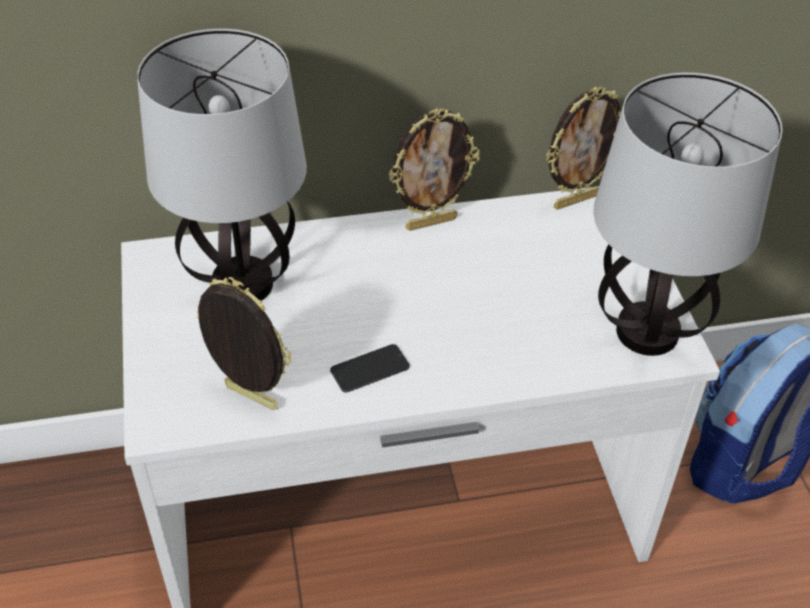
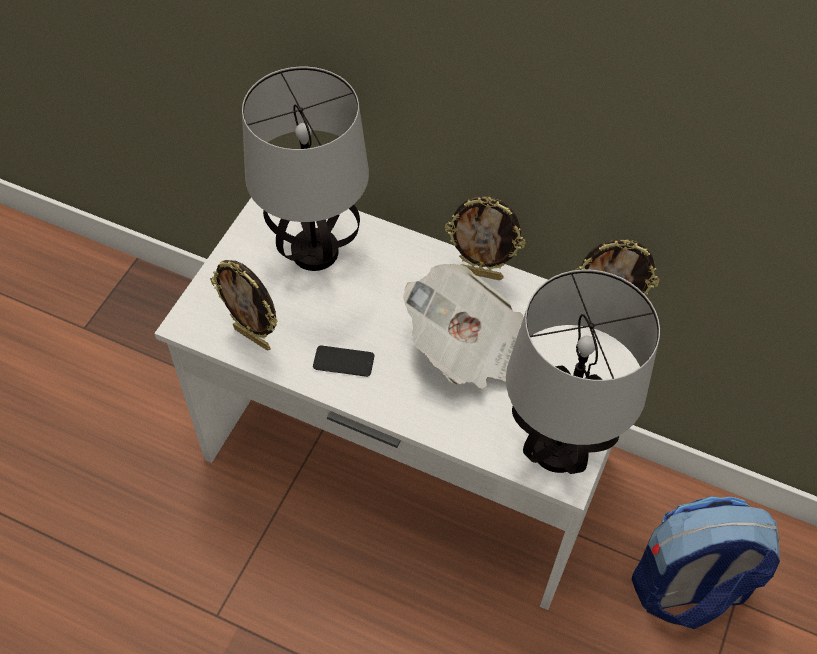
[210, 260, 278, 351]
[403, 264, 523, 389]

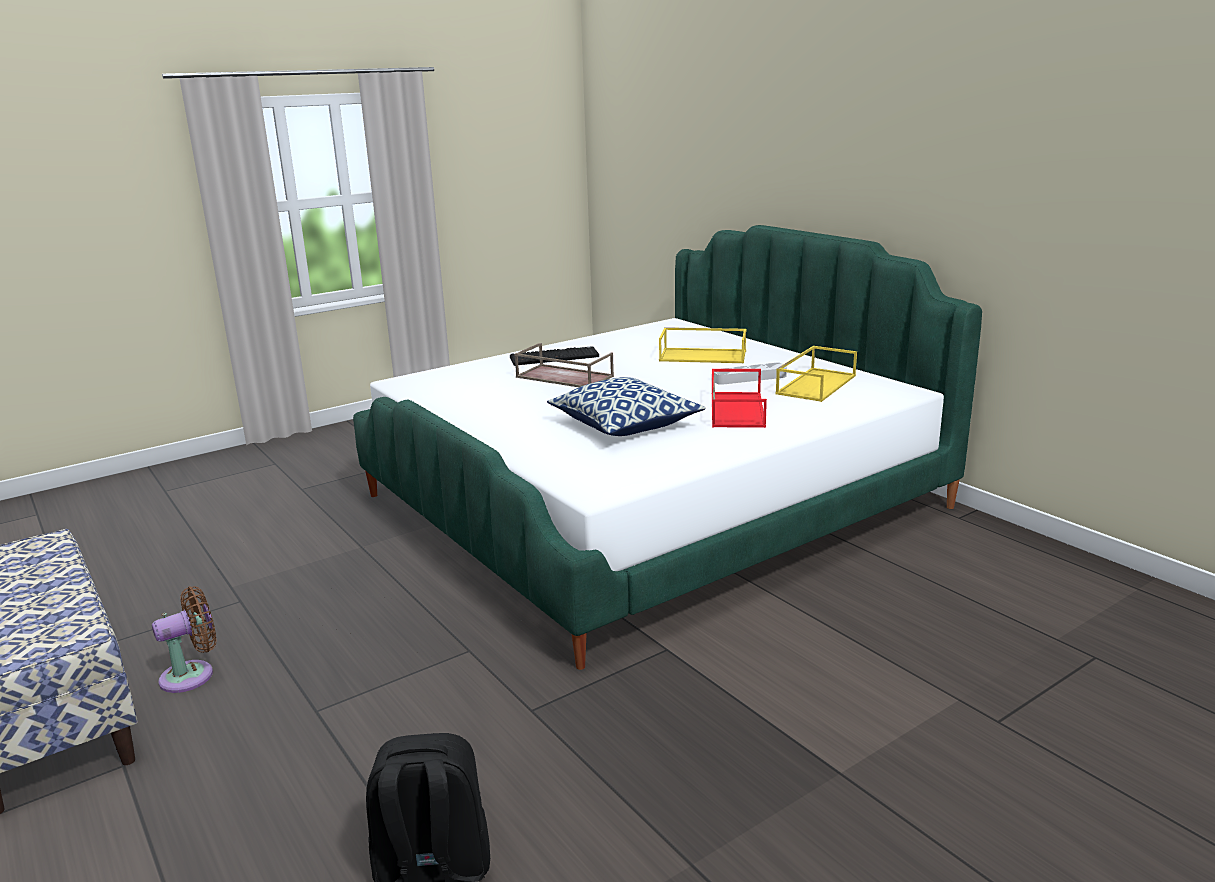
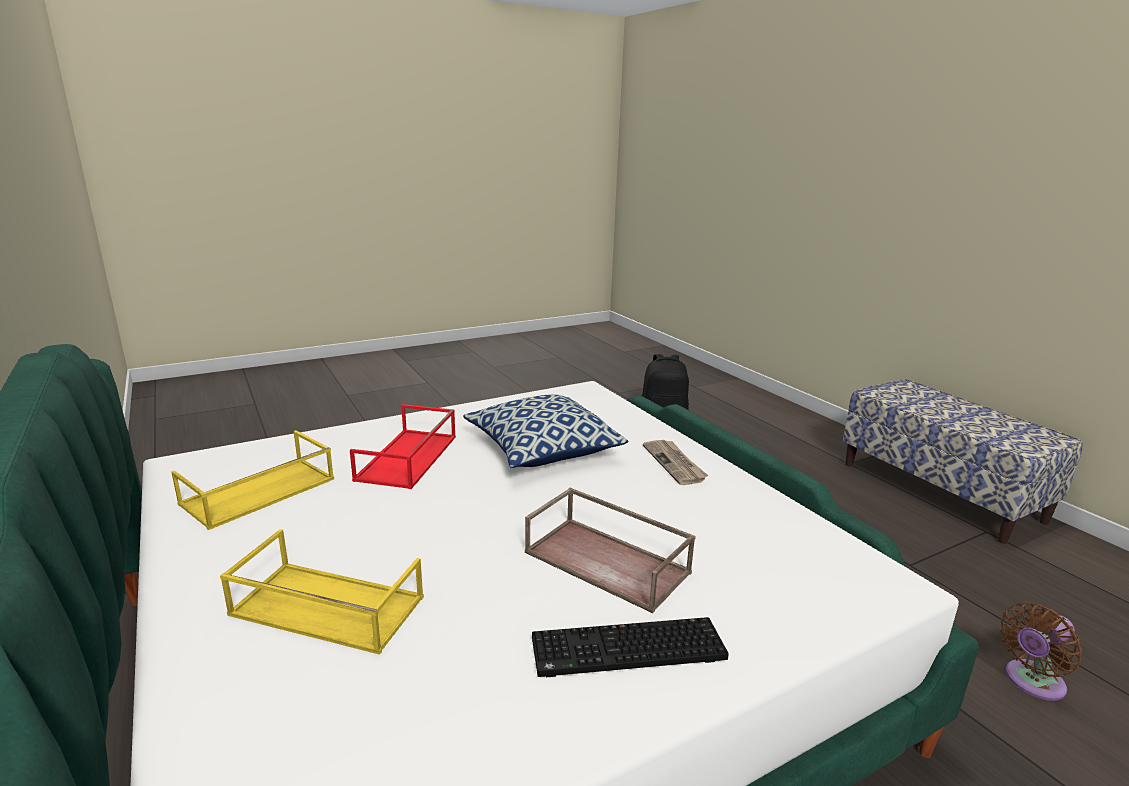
[714, 363, 787, 385] (first image)
[1000, 602, 1082, 701]
[643, 440, 708, 485]

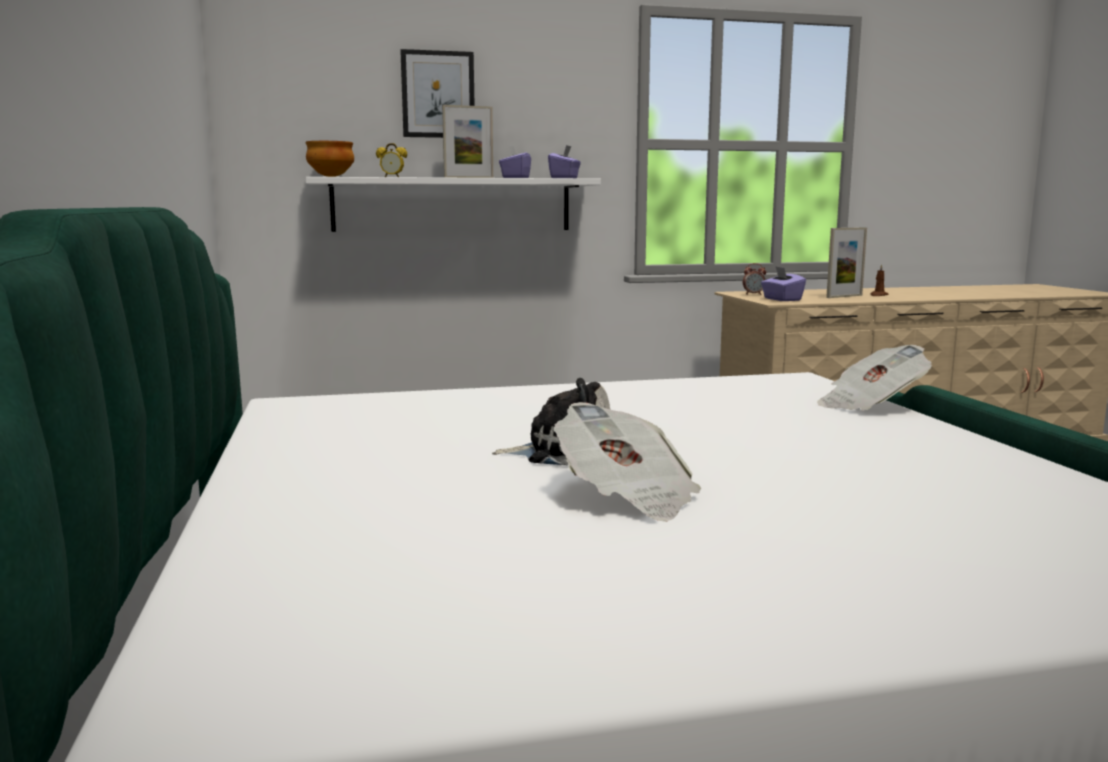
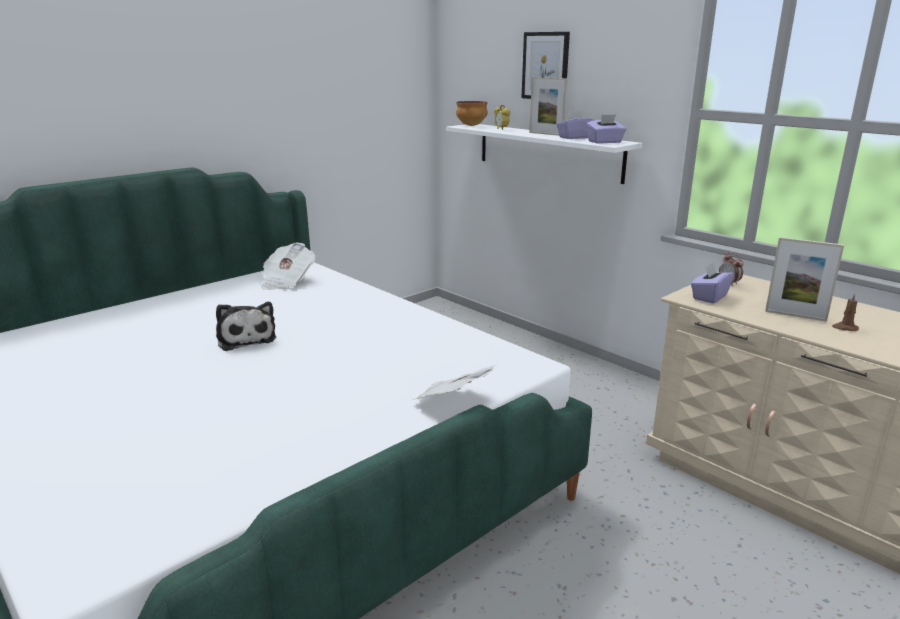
[261, 243, 315, 290]

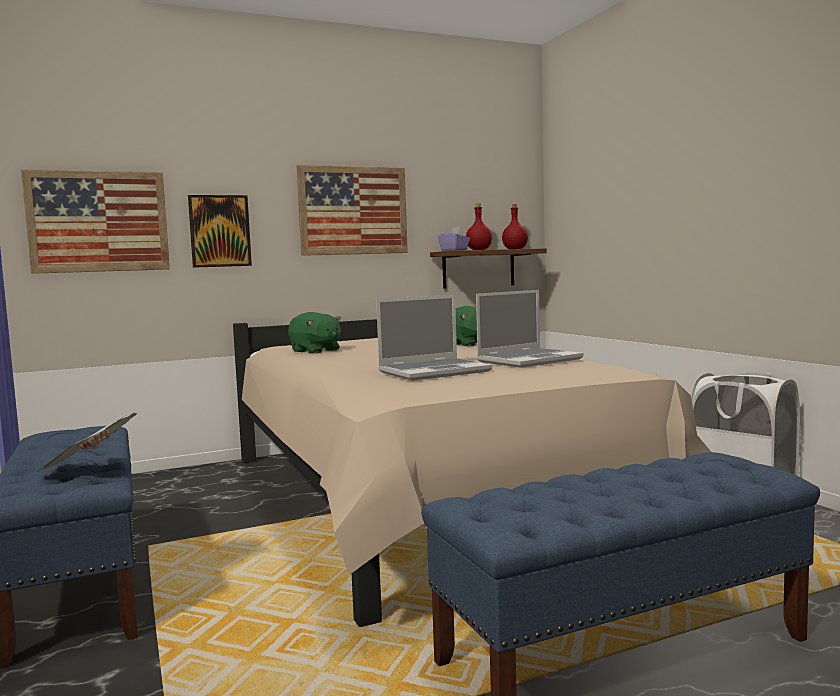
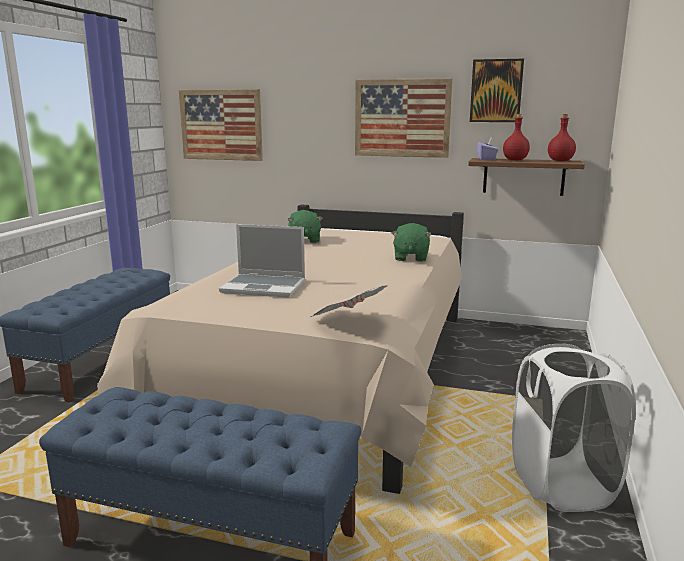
[470, 59, 524, 122]
[476, 290, 584, 368] (first image)
[310, 285, 388, 317]

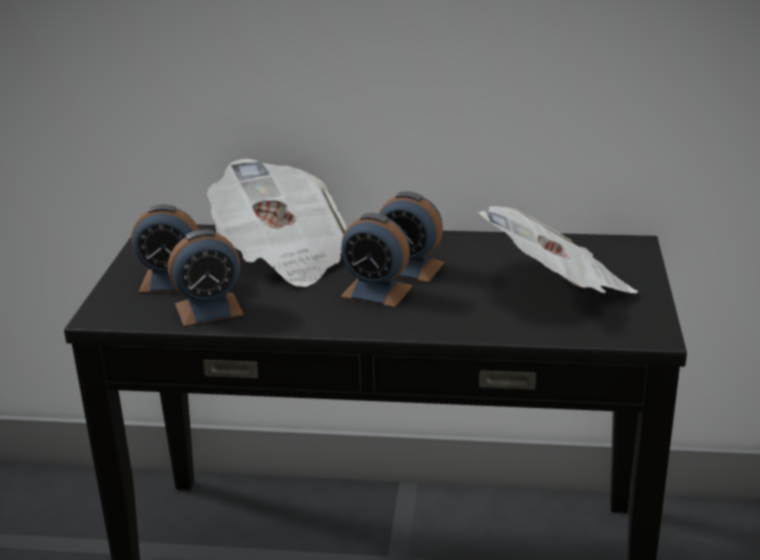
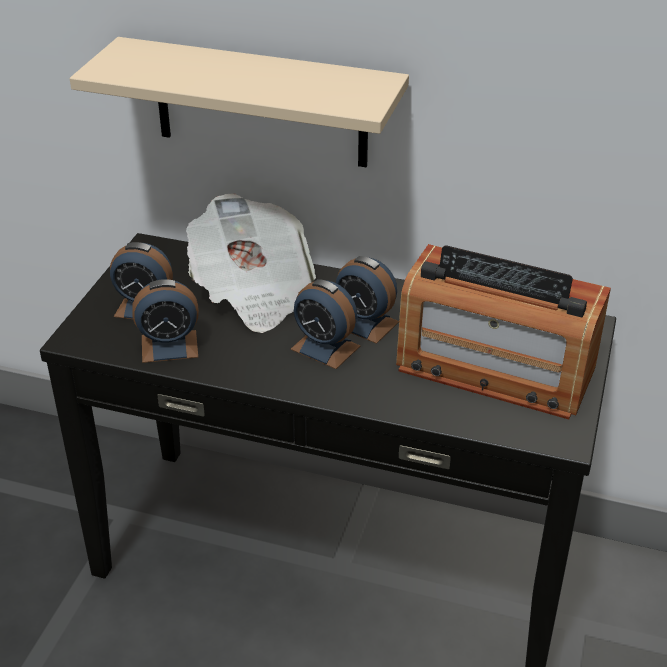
[396, 244, 611, 419]
[70, 37, 409, 167]

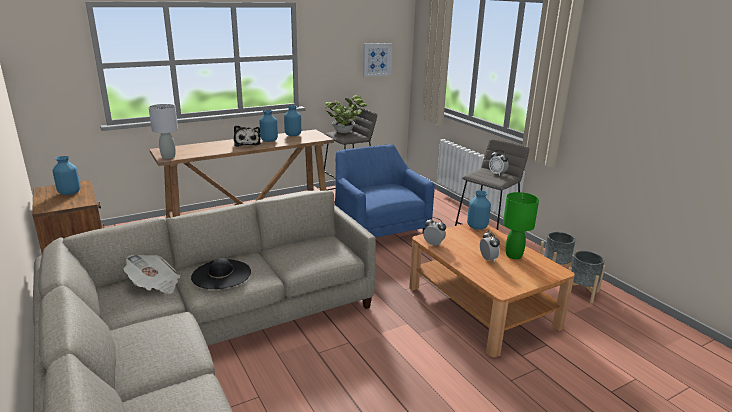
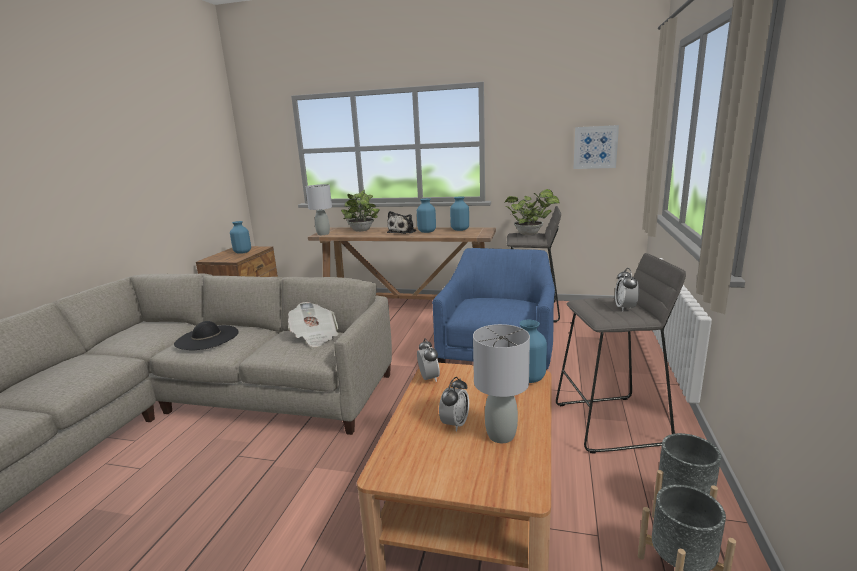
[473, 324, 530, 443]
[288, 302, 339, 347]
[341, 190, 380, 232]

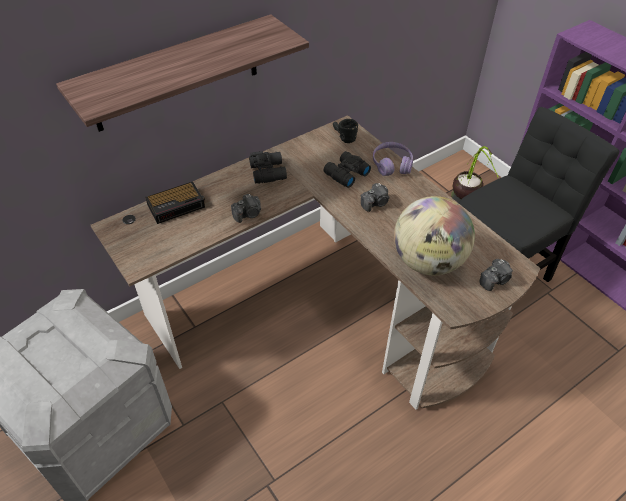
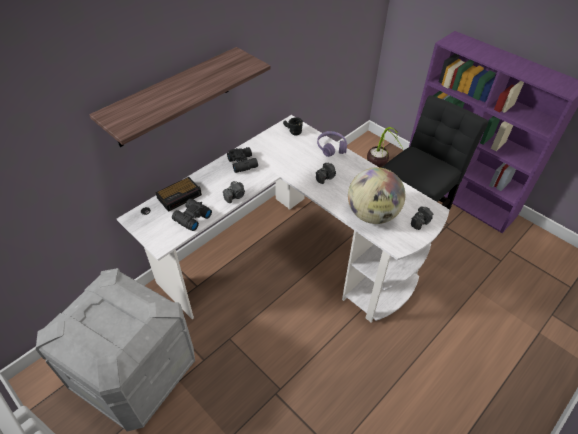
[117, 115, 449, 323]
[172, 199, 212, 231]

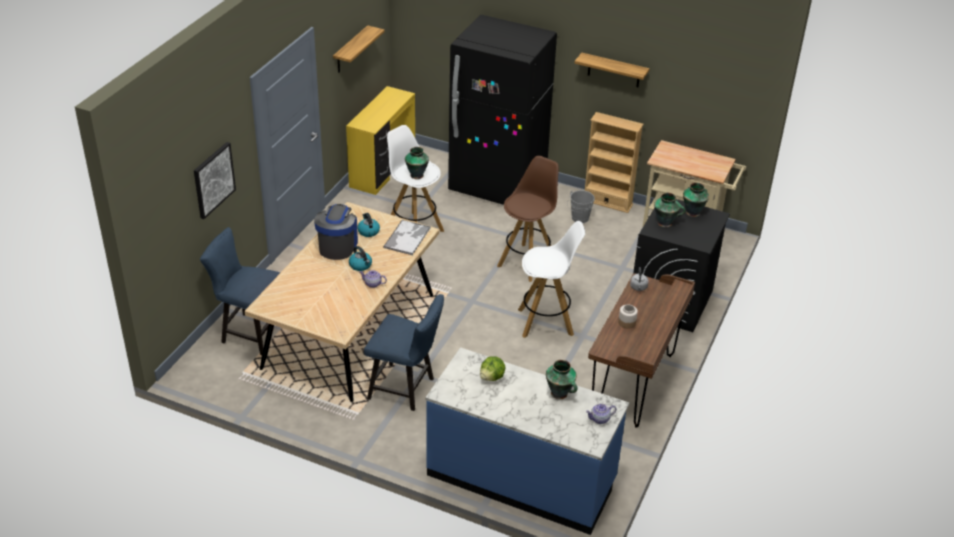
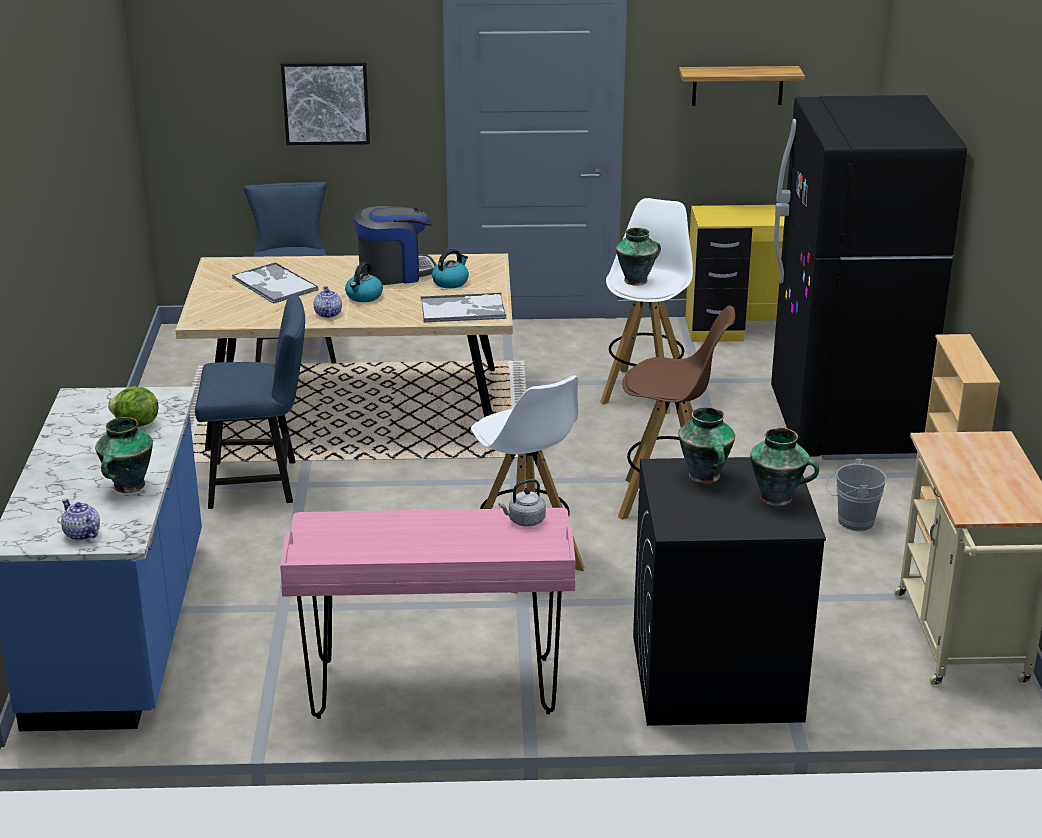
[574, 53, 650, 87] (first image)
[280, 508, 576, 719]
[195, 295, 305, 509]
[618, 305, 638, 329] (first image)
[232, 262, 318, 304]

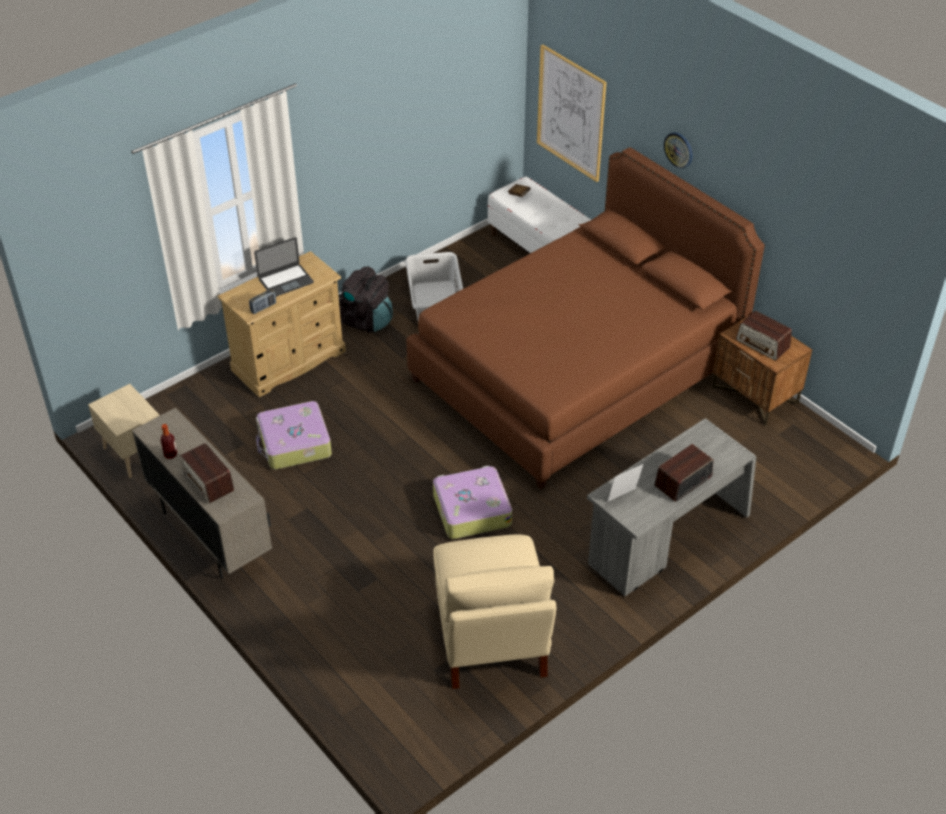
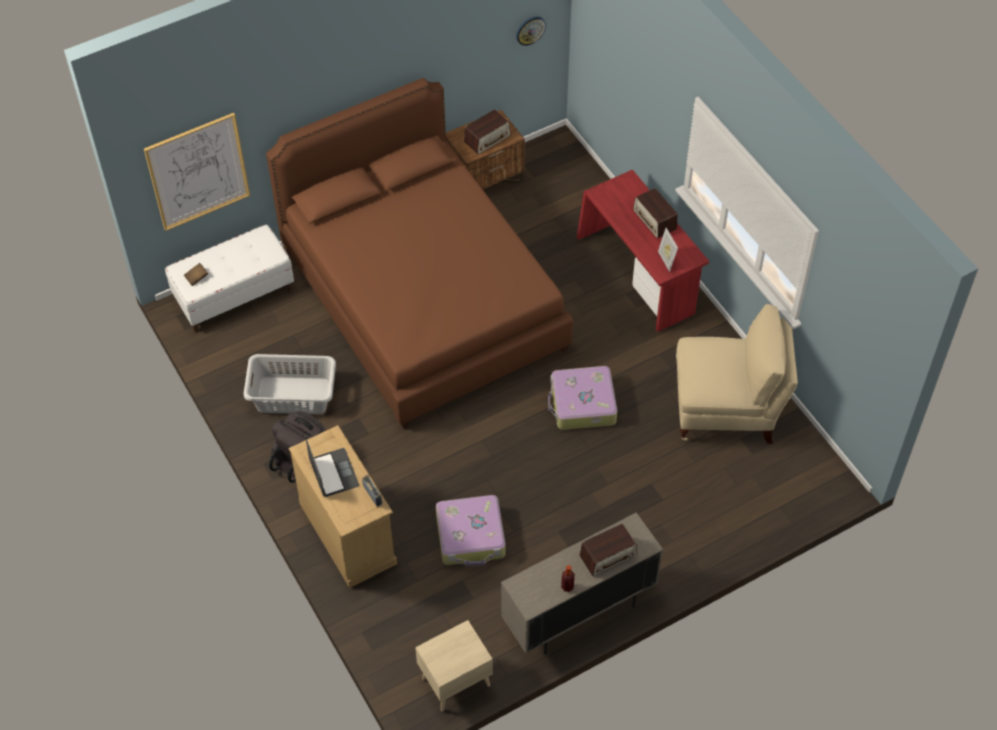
[516, 16, 546, 46]
[576, 170, 709, 332]

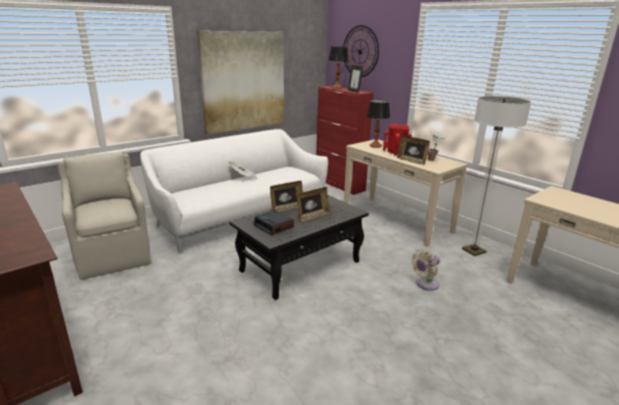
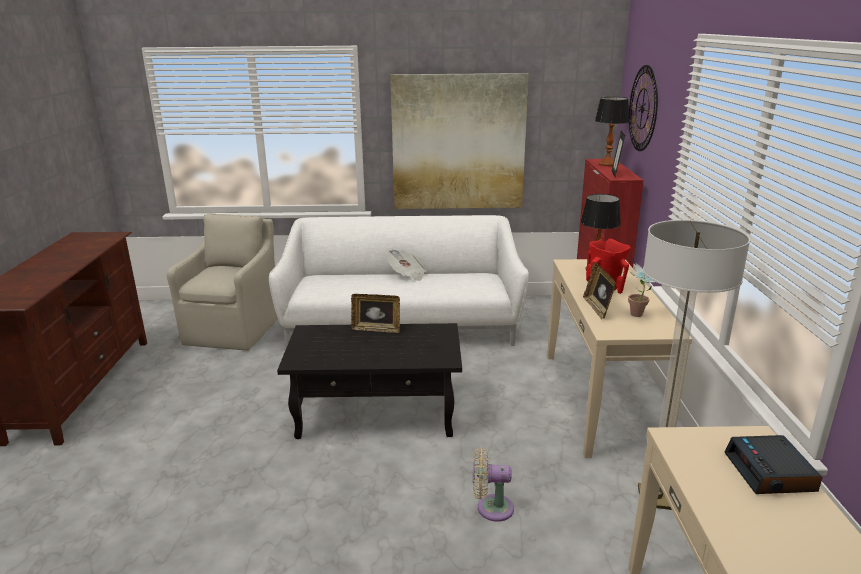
[297, 187, 330, 221] (first image)
[725, 435, 822, 494]

